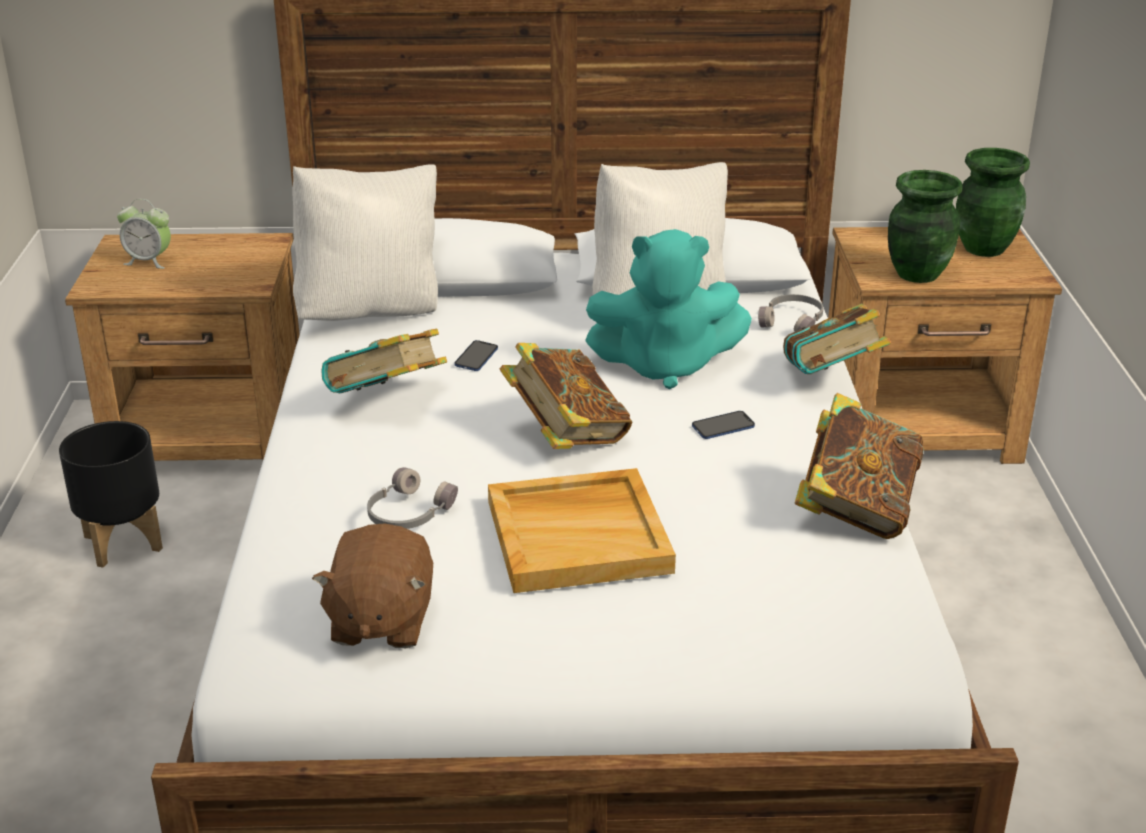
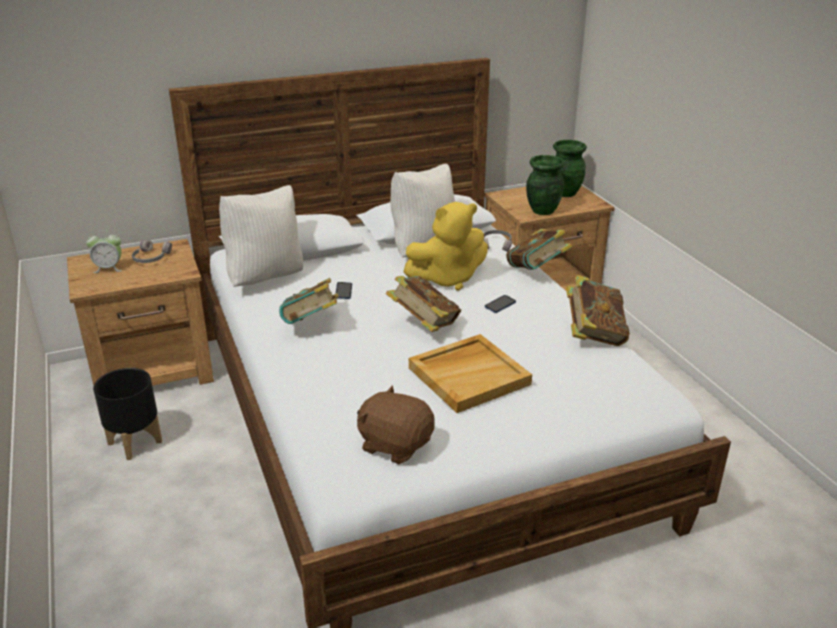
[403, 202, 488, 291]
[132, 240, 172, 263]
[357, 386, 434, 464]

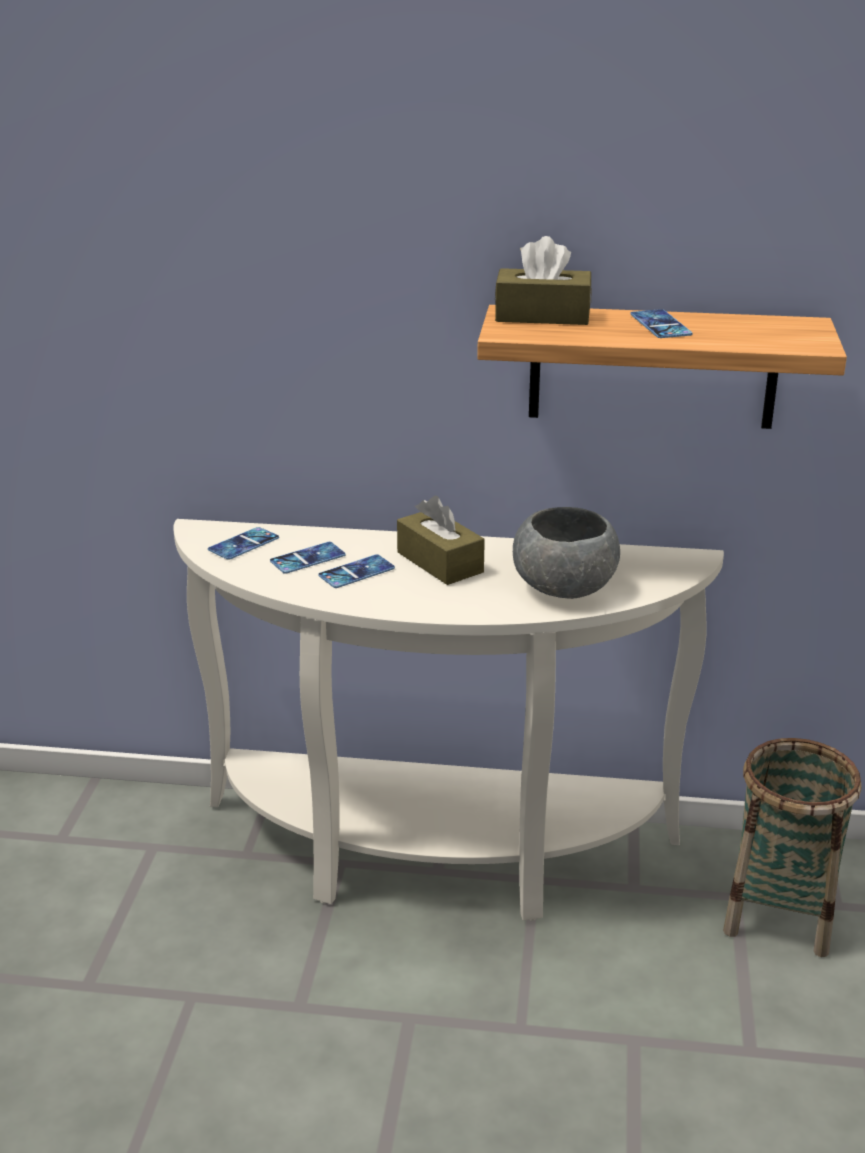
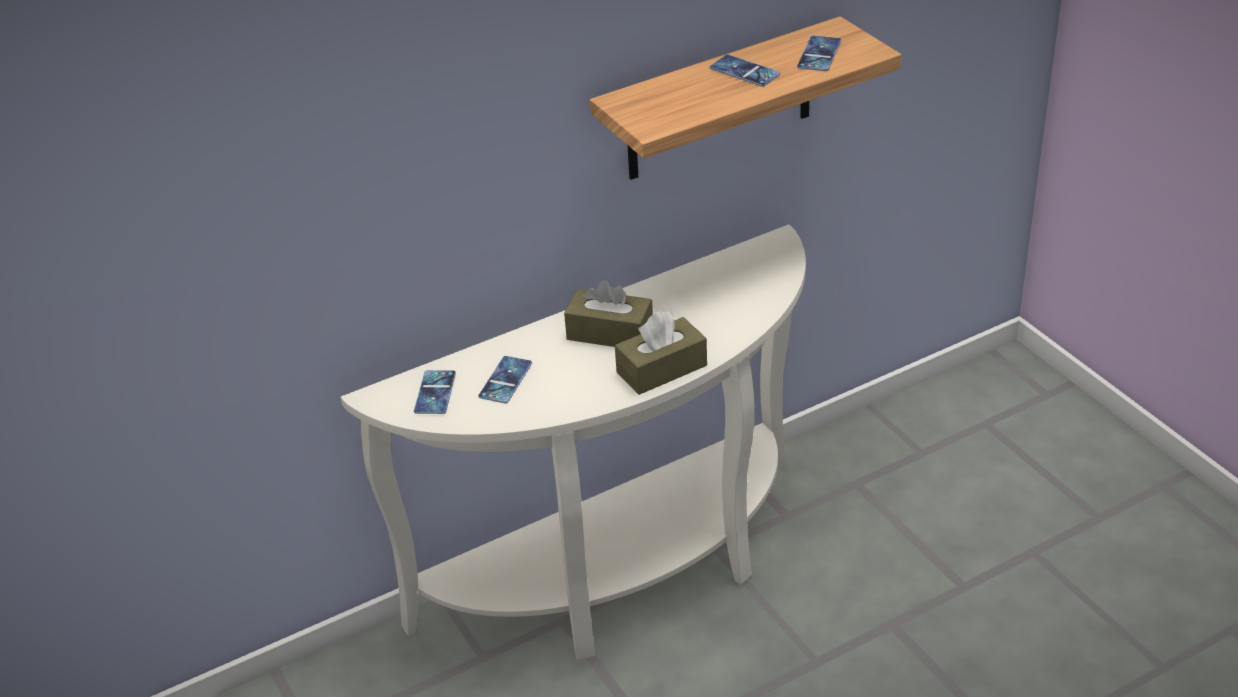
[615, 311, 707, 395]
[513, 507, 620, 599] (first image)
[797, 36, 841, 71]
[723, 738, 862, 957] (first image)

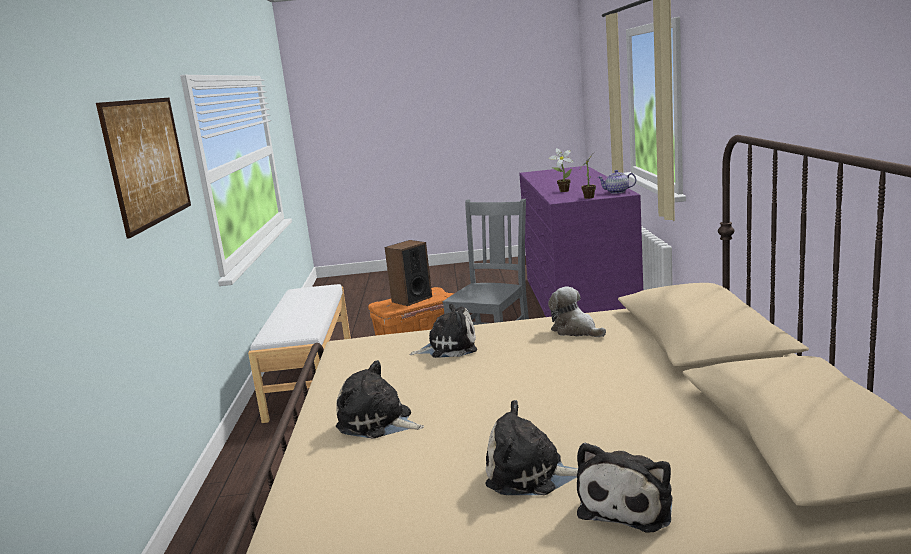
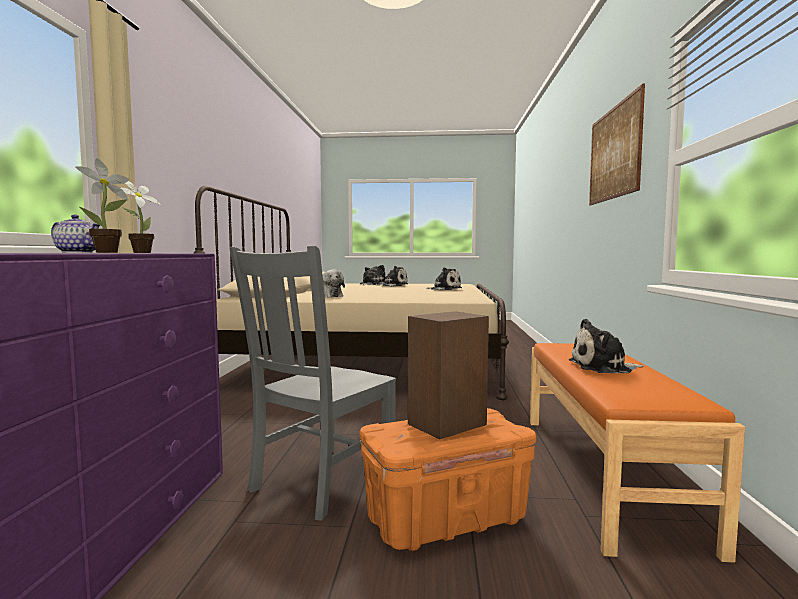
[530, 343, 745, 563]
[569, 319, 644, 373]

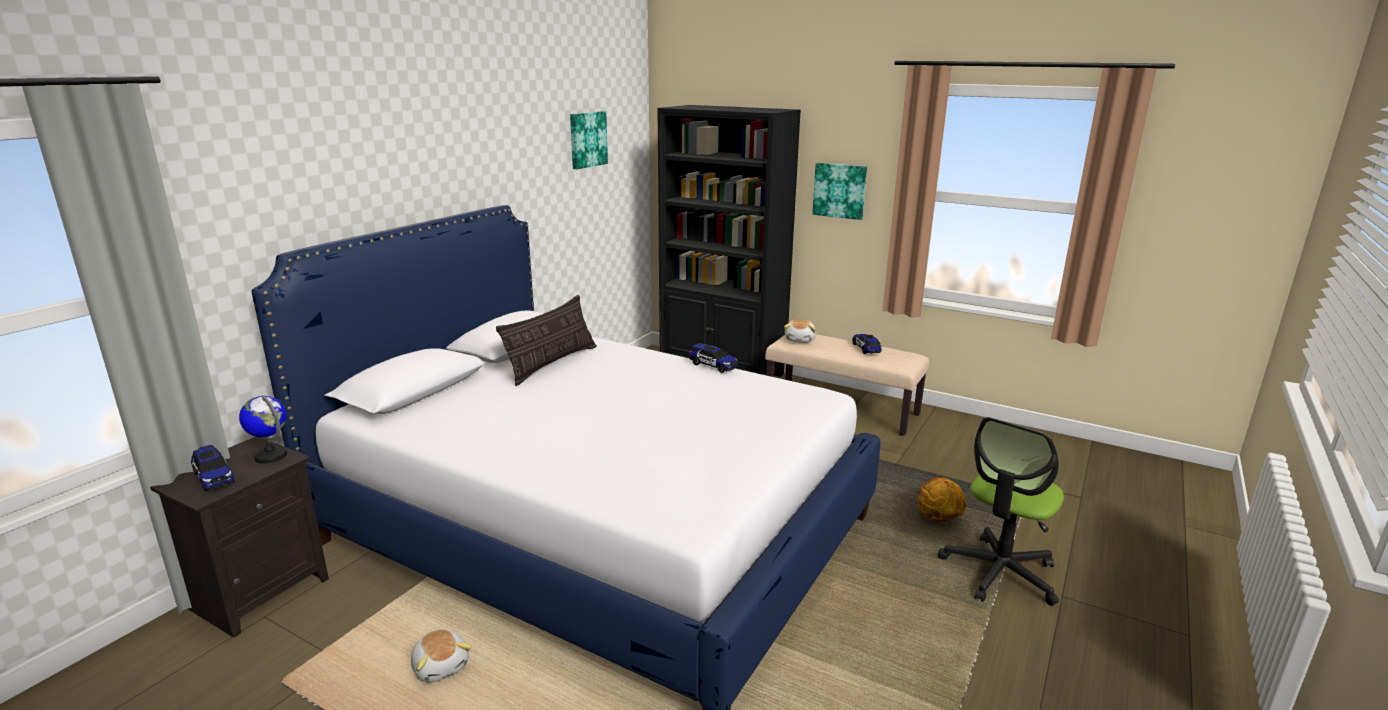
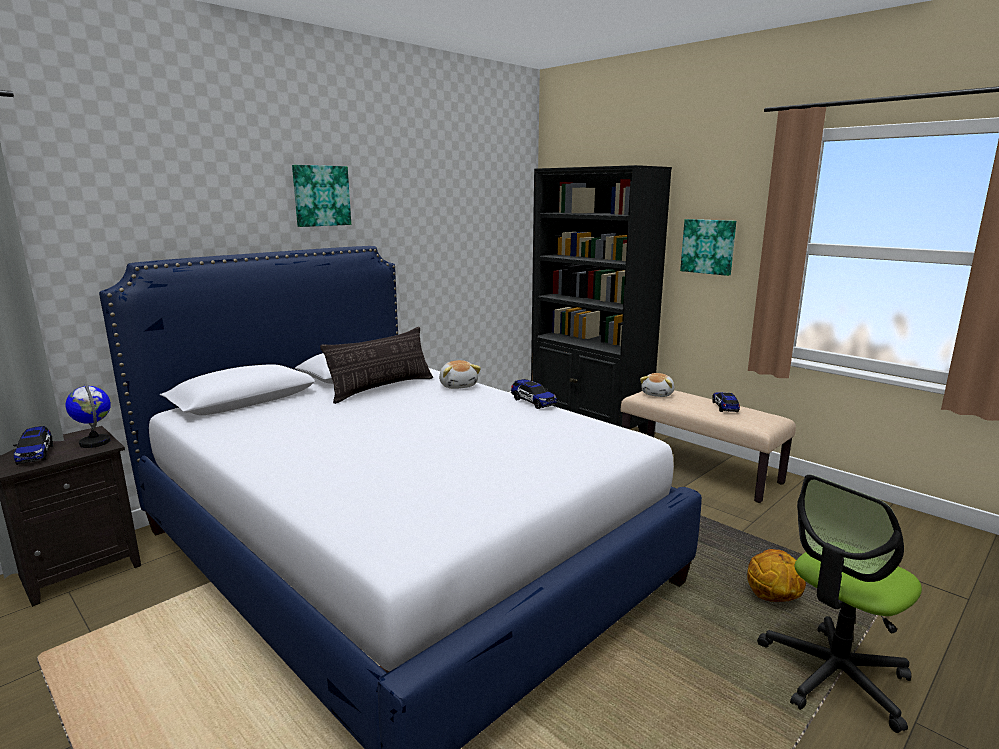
[292, 165, 351, 227]
[439, 360, 481, 389]

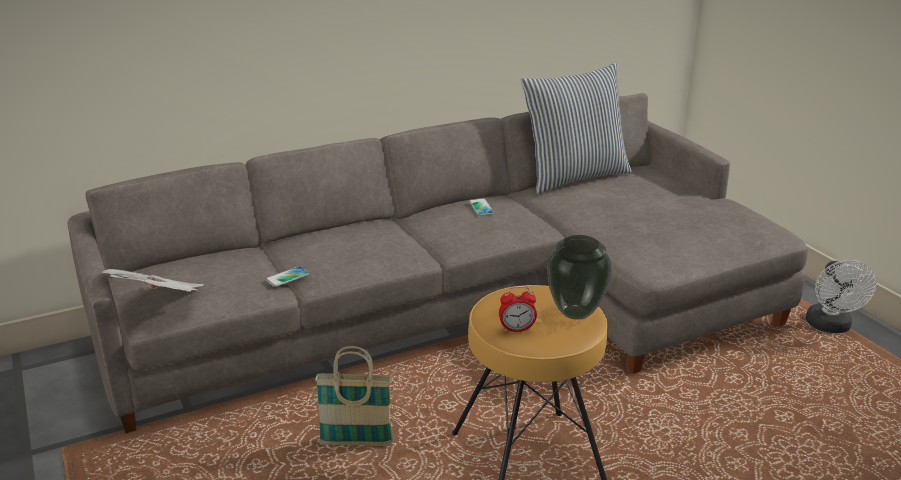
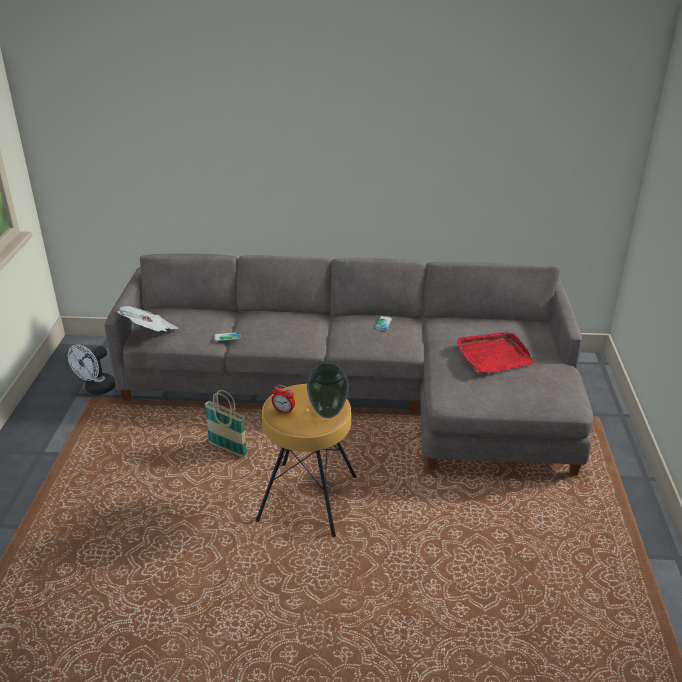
[521, 63, 632, 194] (first image)
[68, 344, 116, 395]
[456, 332, 535, 373]

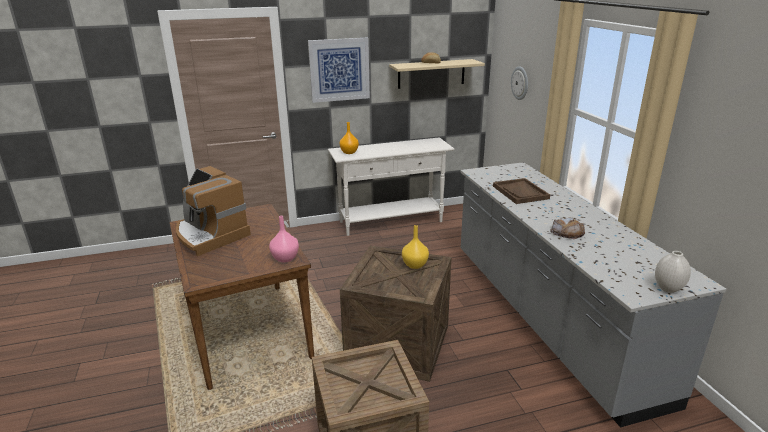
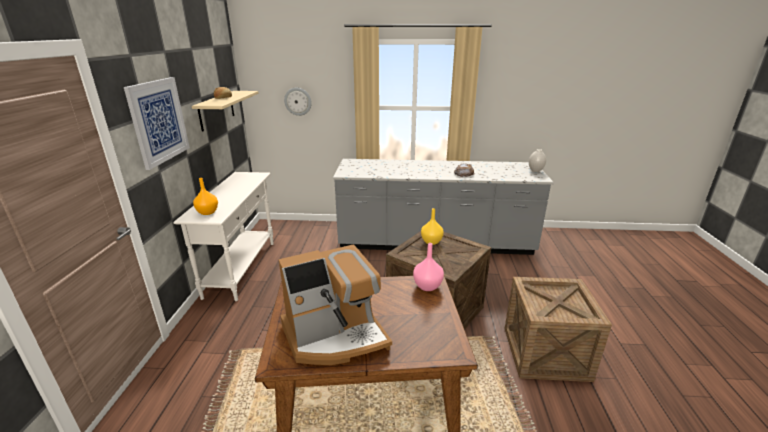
[493, 178, 550, 204] (first image)

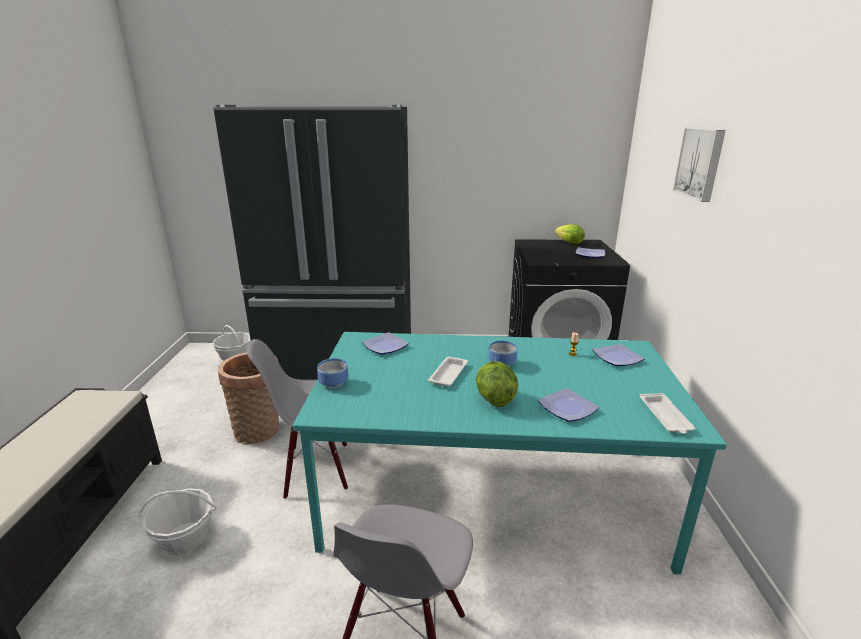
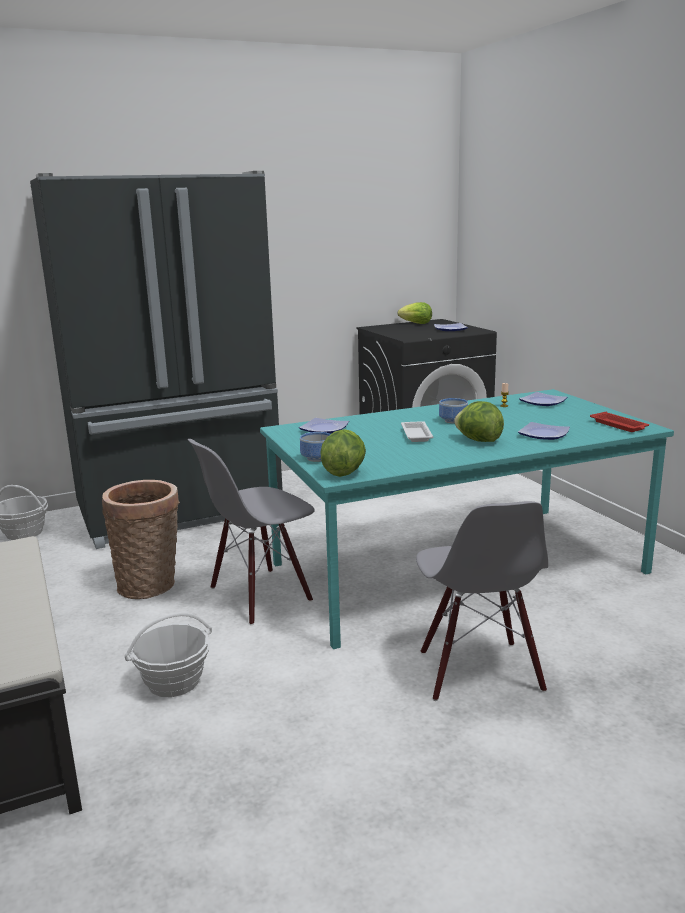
[673, 127, 726, 202] (first image)
[590, 412, 649, 432]
[320, 429, 366, 477]

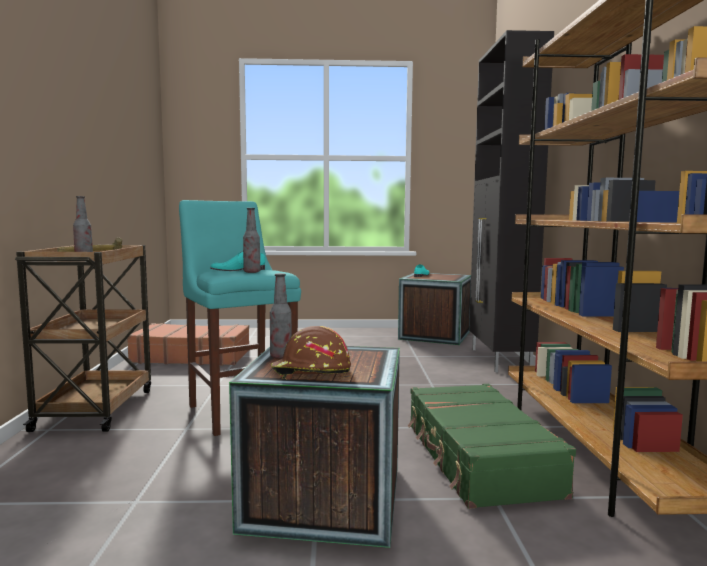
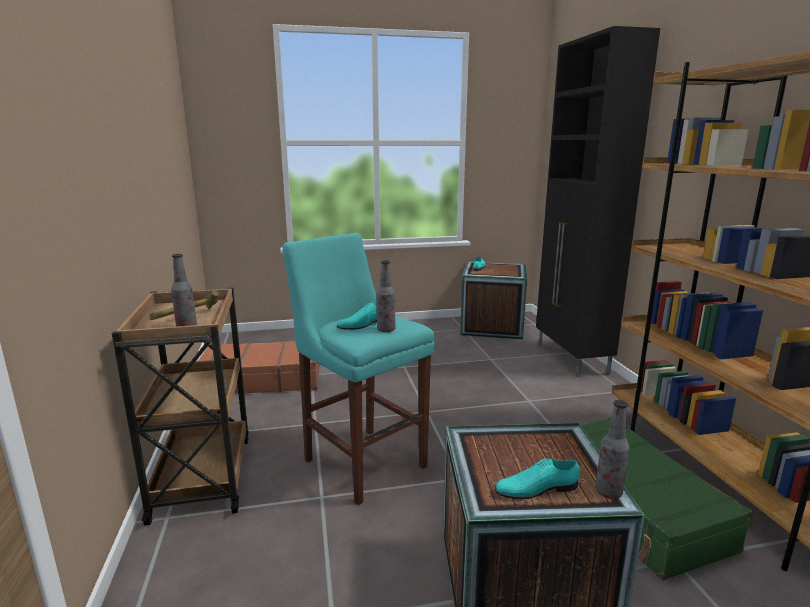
[595, 400, 629, 499]
[495, 458, 580, 499]

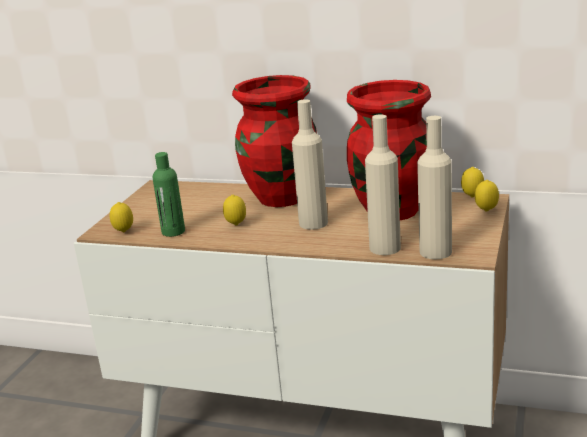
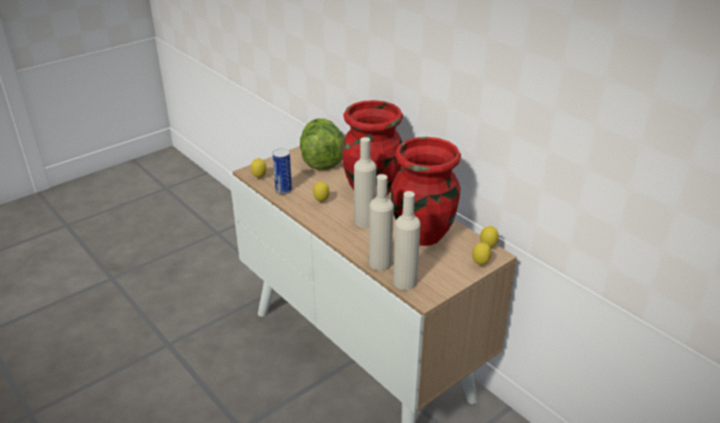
[273, 148, 292, 194]
[300, 118, 345, 170]

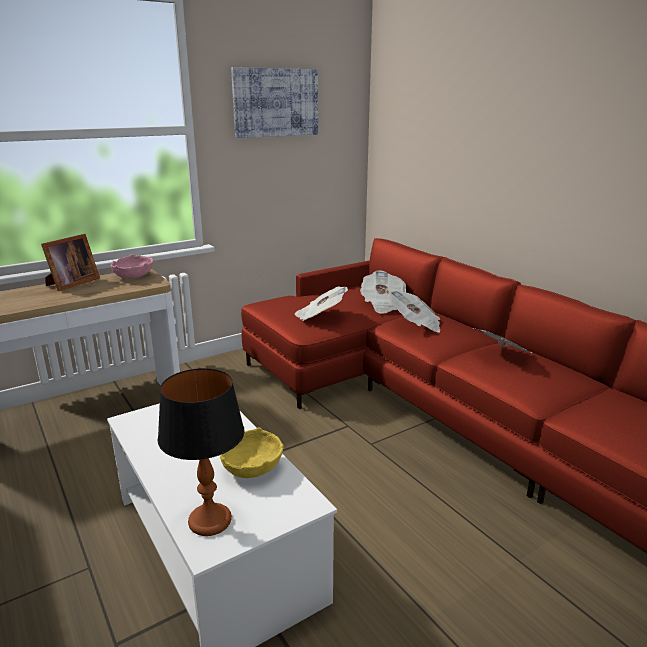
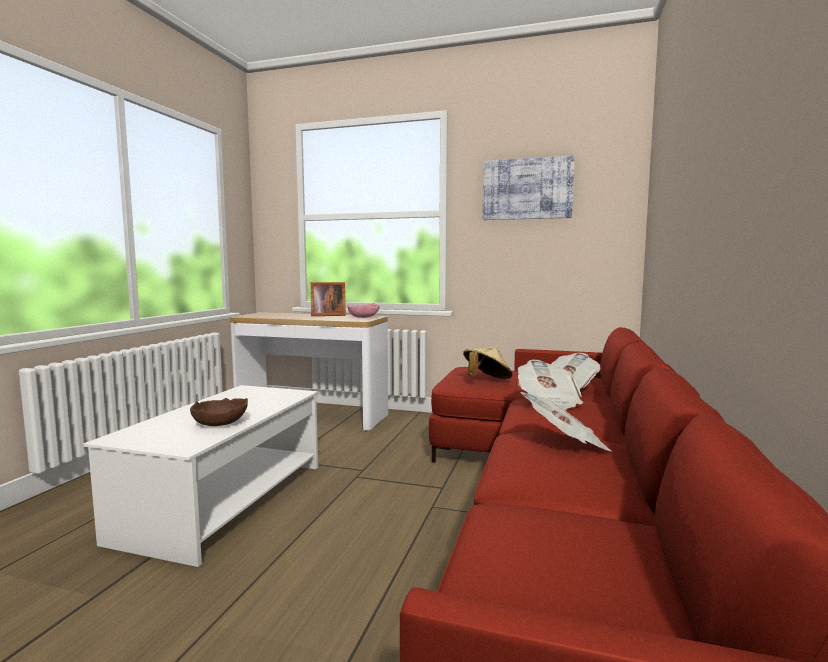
[463, 347, 513, 379]
[158, 368, 245, 536] (first image)
[190, 398, 248, 426]

